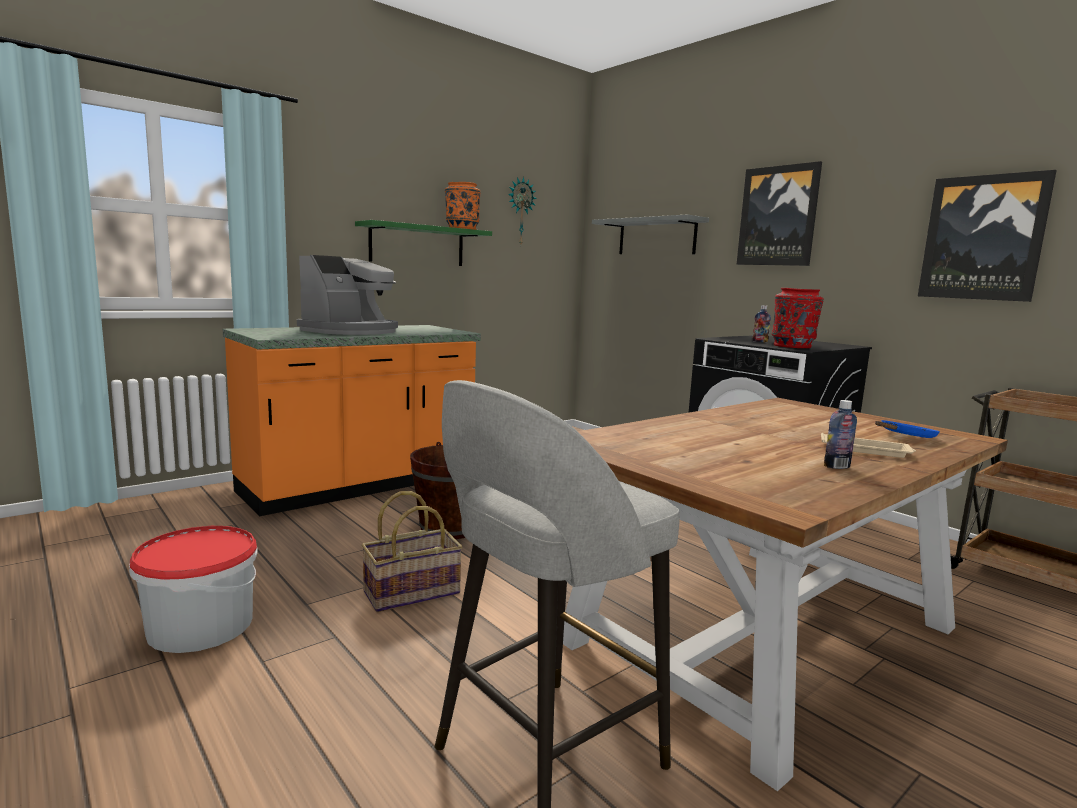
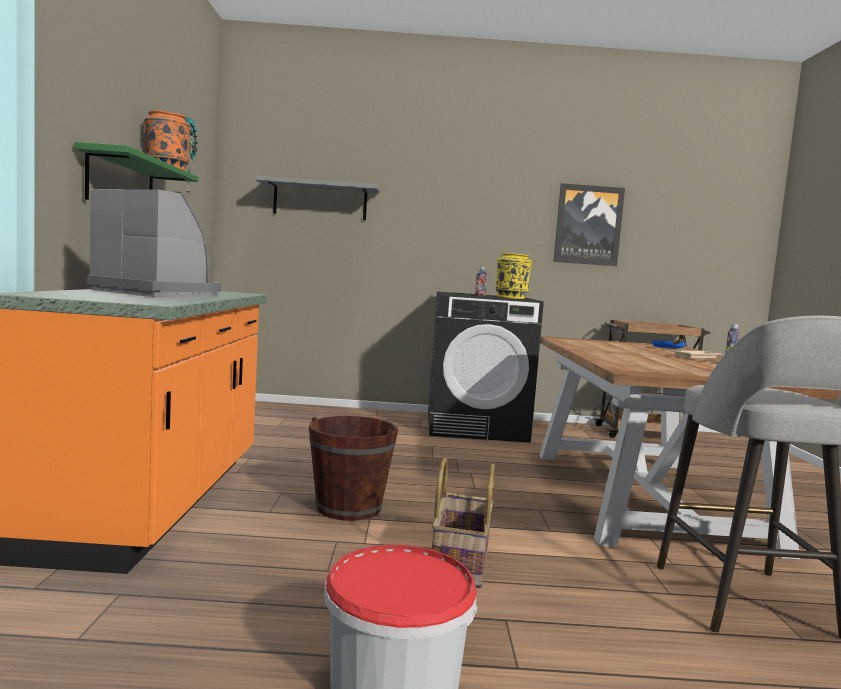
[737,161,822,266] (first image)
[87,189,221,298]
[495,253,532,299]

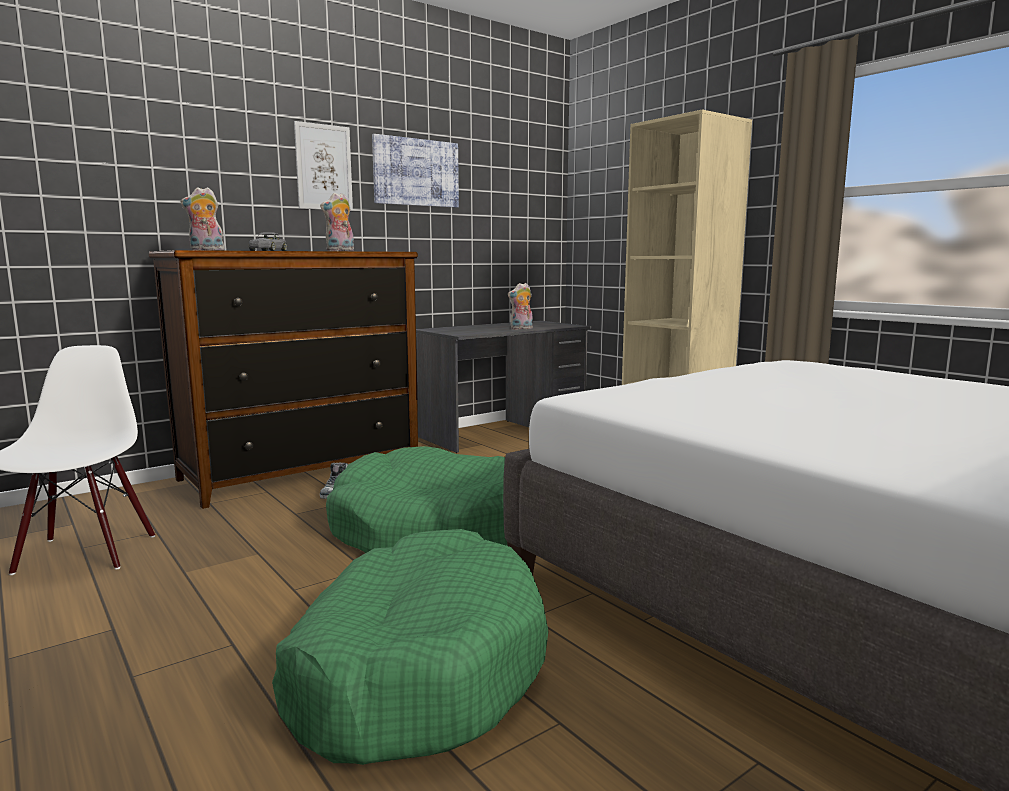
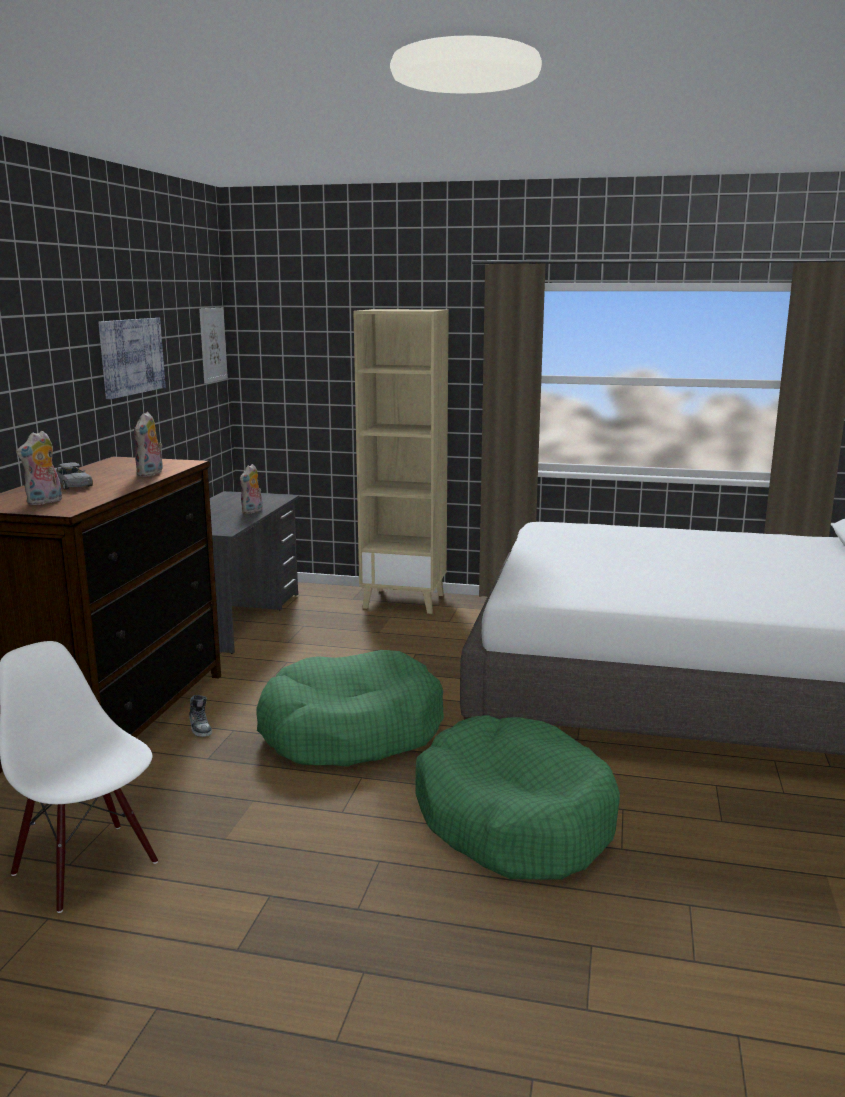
[199,308,228,383]

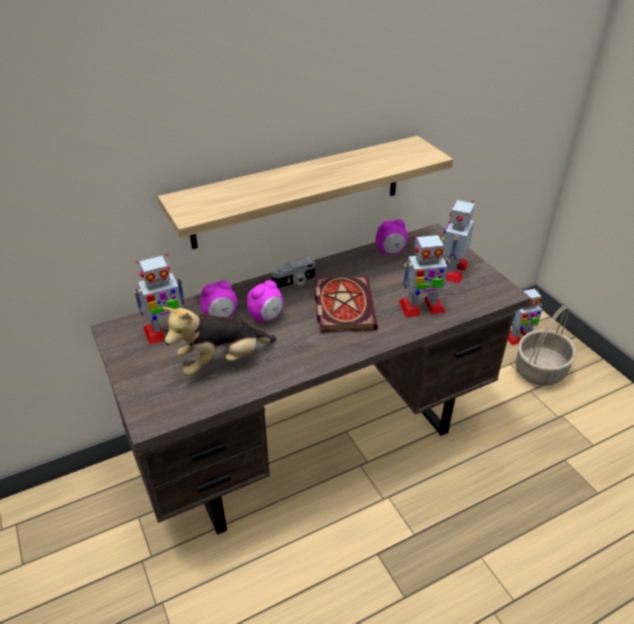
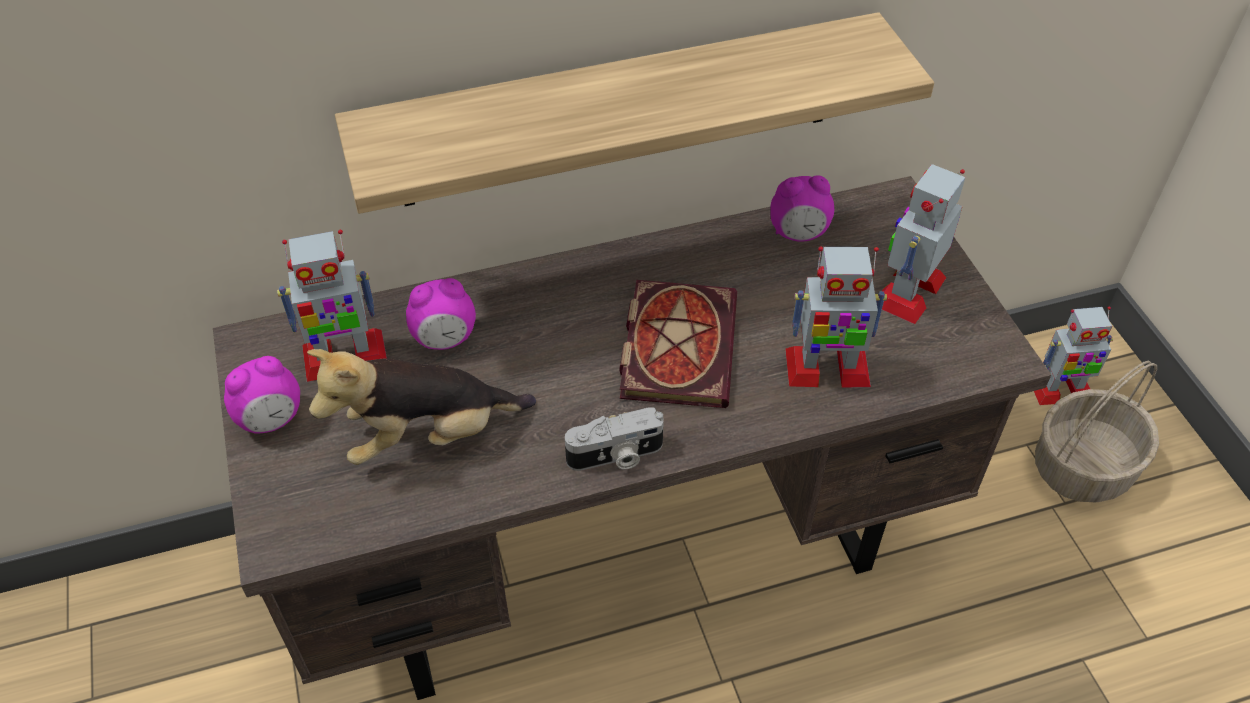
[565,407,664,471]
[224,356,300,434]

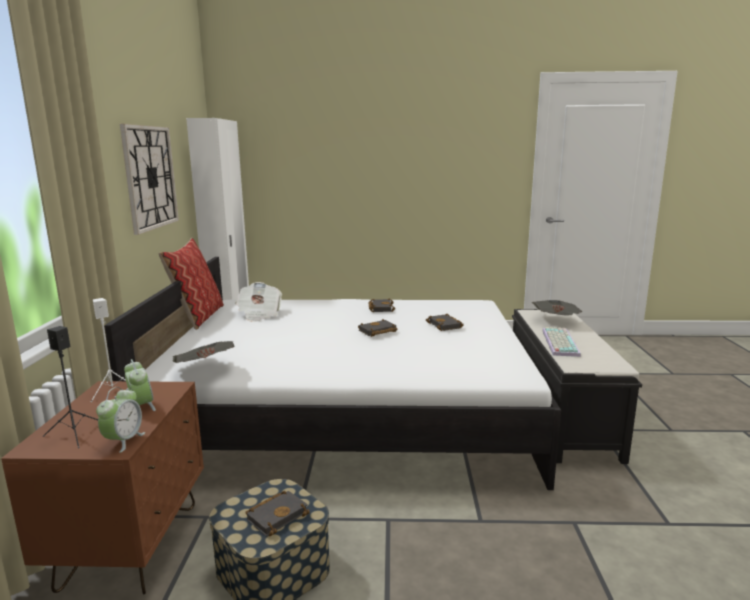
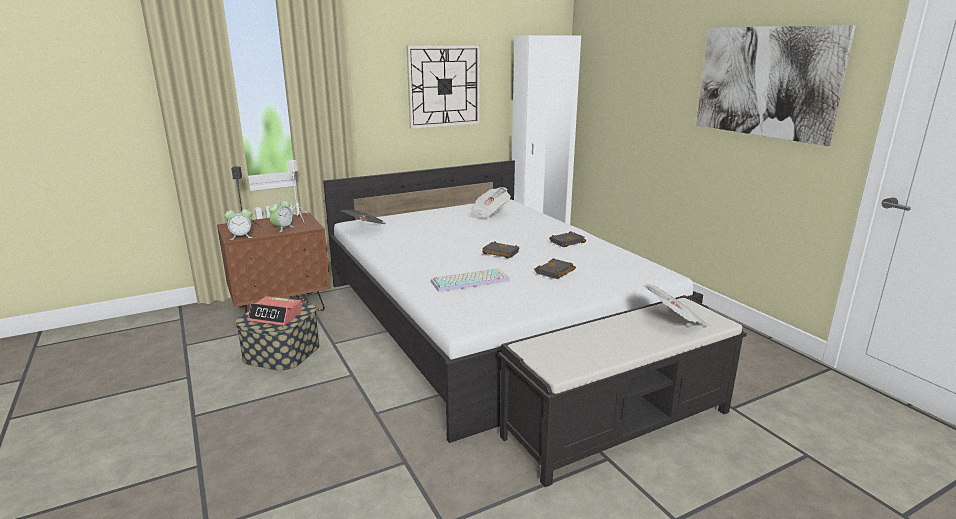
[159,238,224,330] (first image)
[431,268,510,292]
[248,296,302,326]
[696,25,856,146]

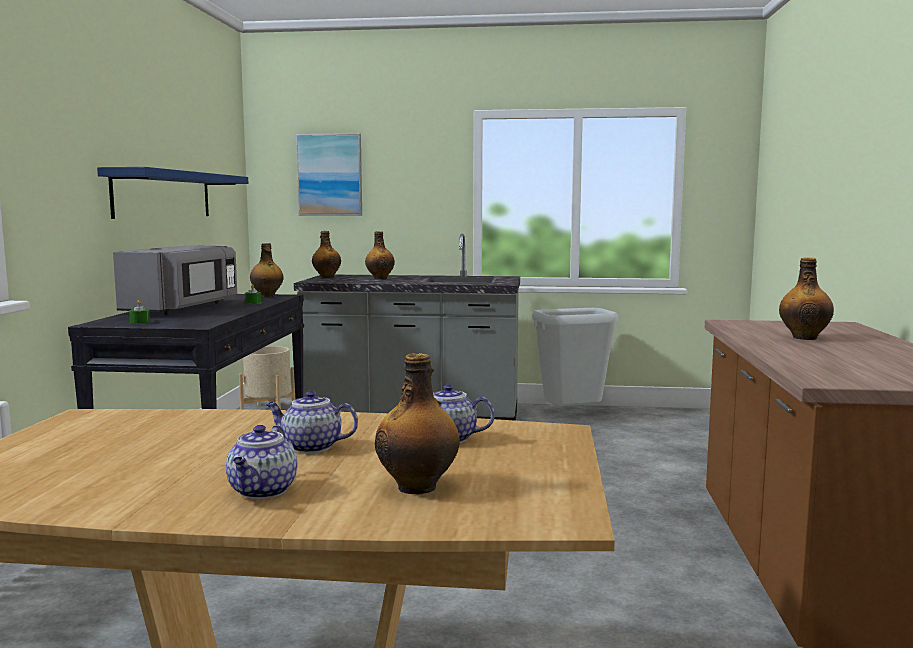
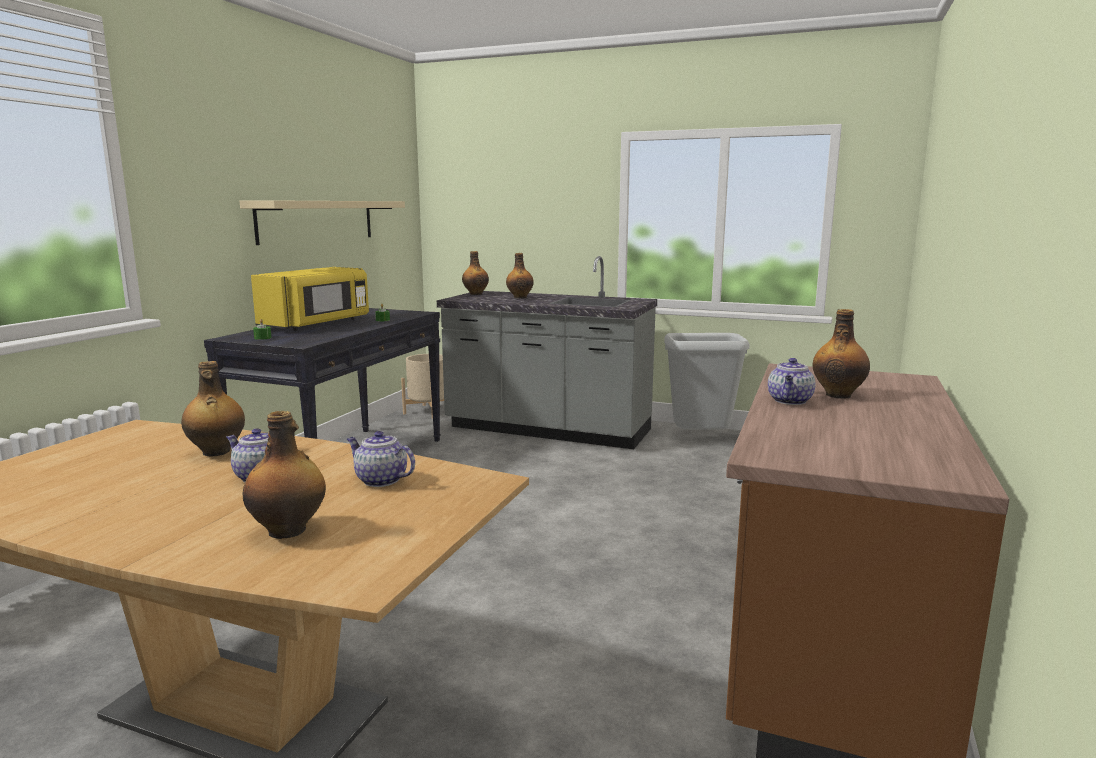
[296,133,362,216] (first image)
[240,200,405,245]
[181,361,245,456]
[251,267,369,331]
[768,358,815,405]

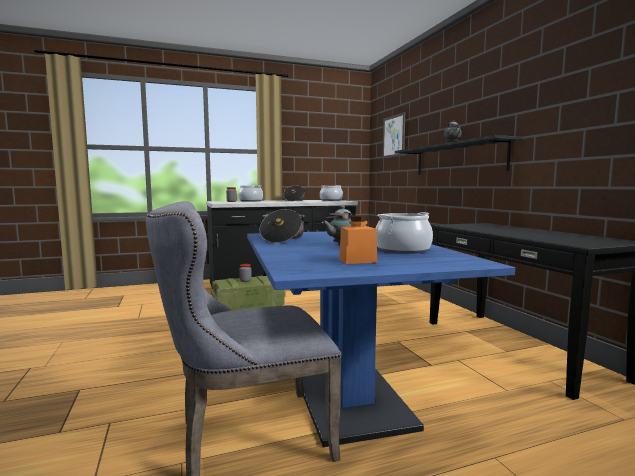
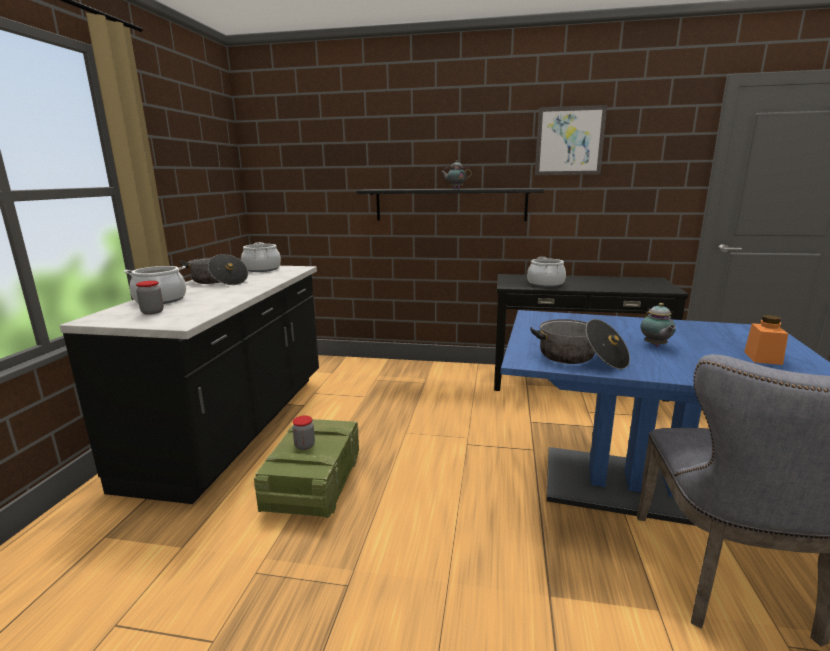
[535,105,607,175]
[527,257,566,287]

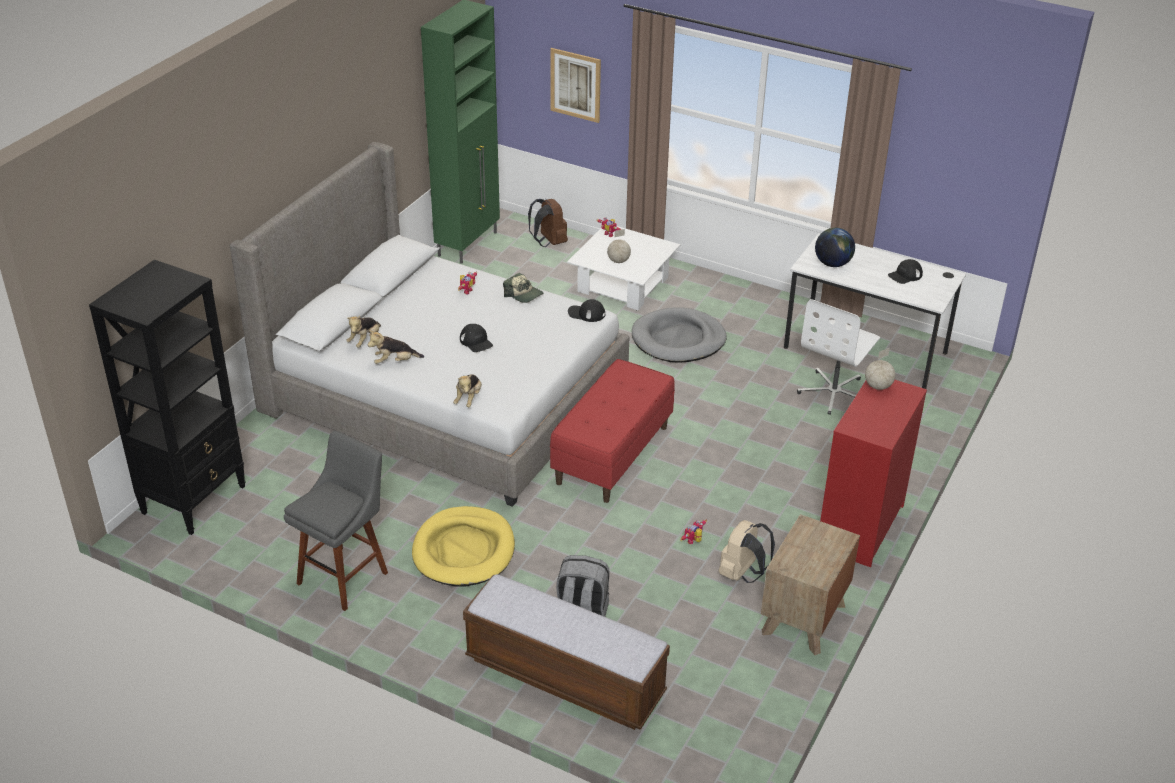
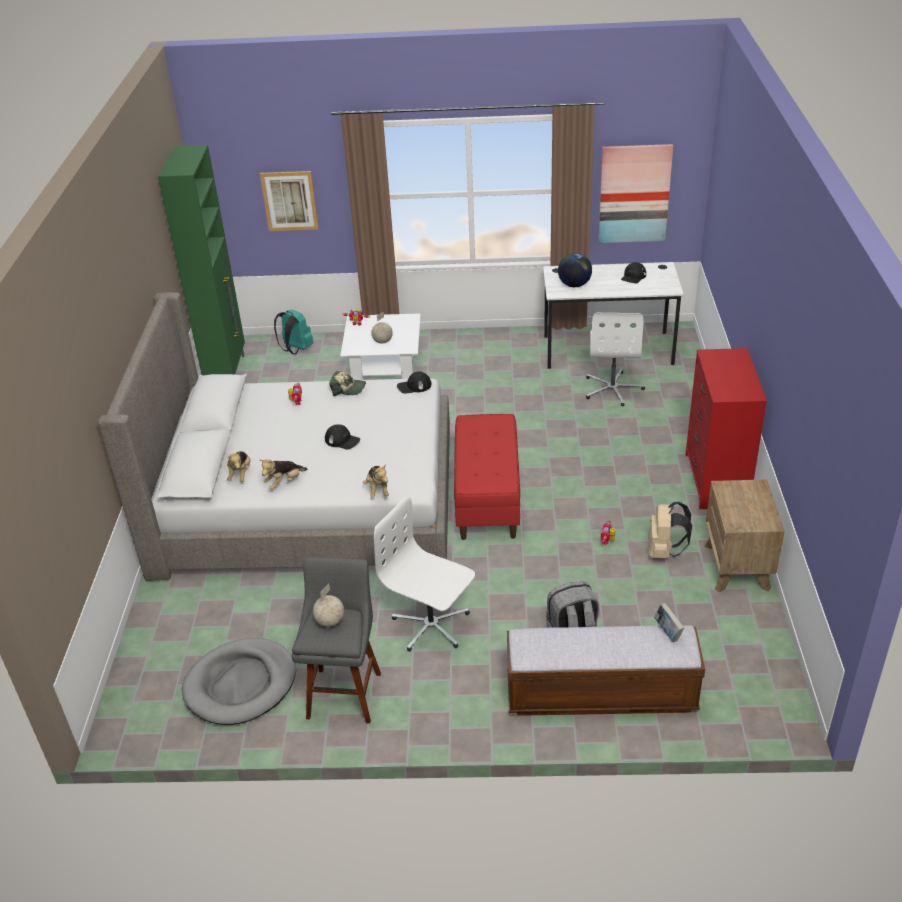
[274,310,314,354]
[89,260,246,535] (first image)
[182,638,296,725]
[313,583,344,627]
[374,497,475,652]
[599,144,673,243]
[654,603,684,642]

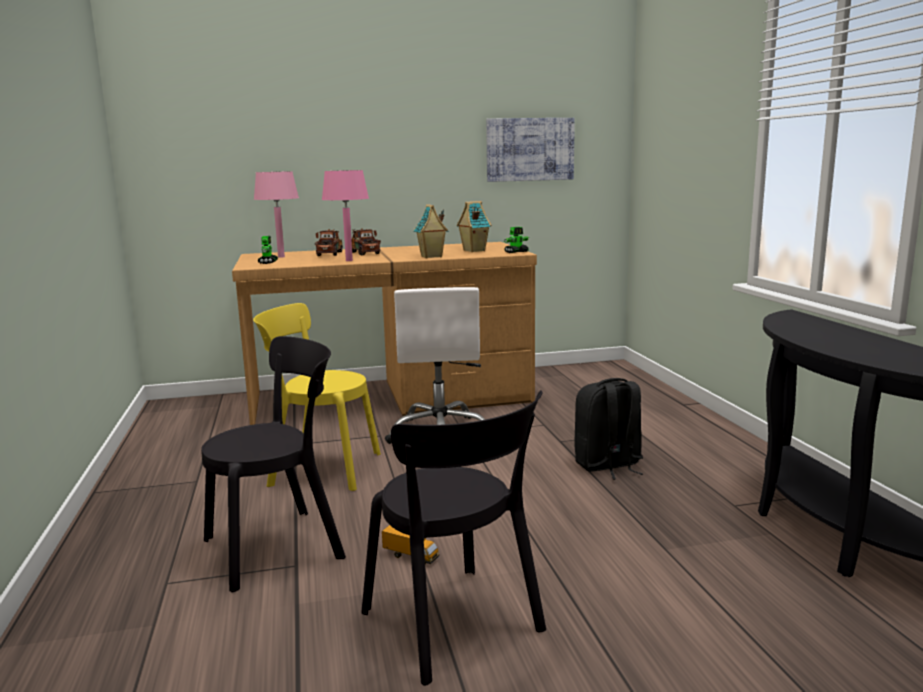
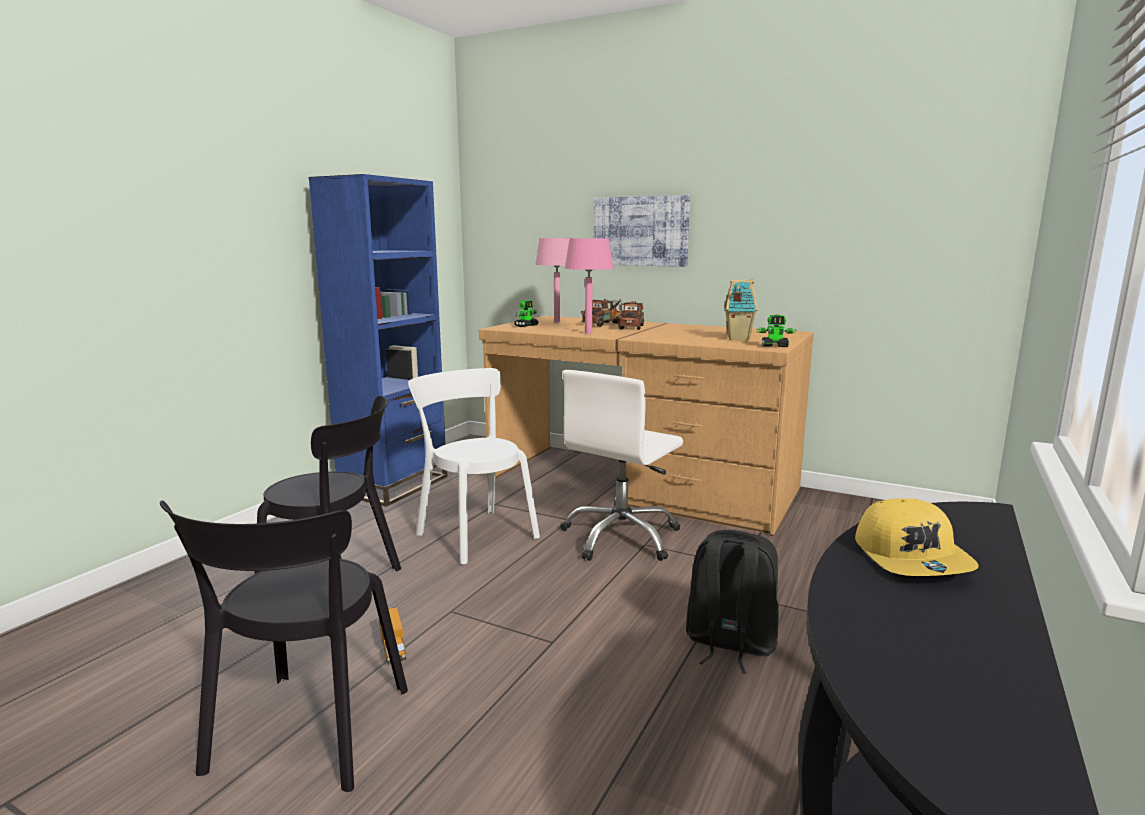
[594,195,690,267]
[414,204,449,258] (first image)
[408,368,540,565]
[308,174,447,507]
[855,498,978,576]

